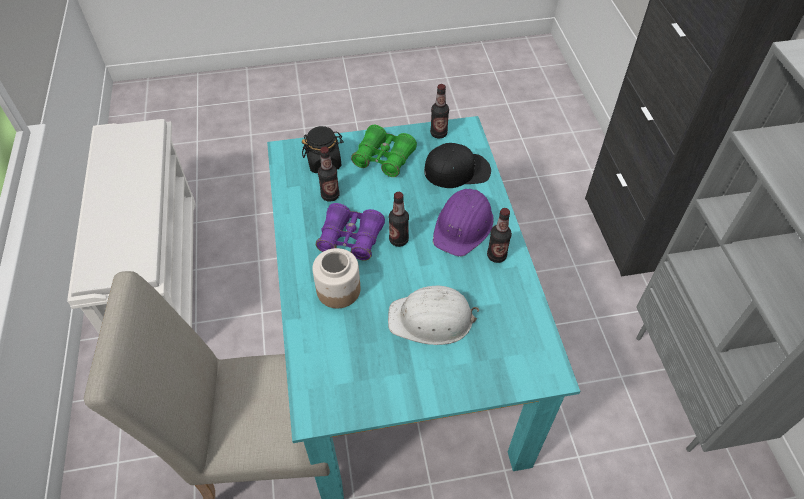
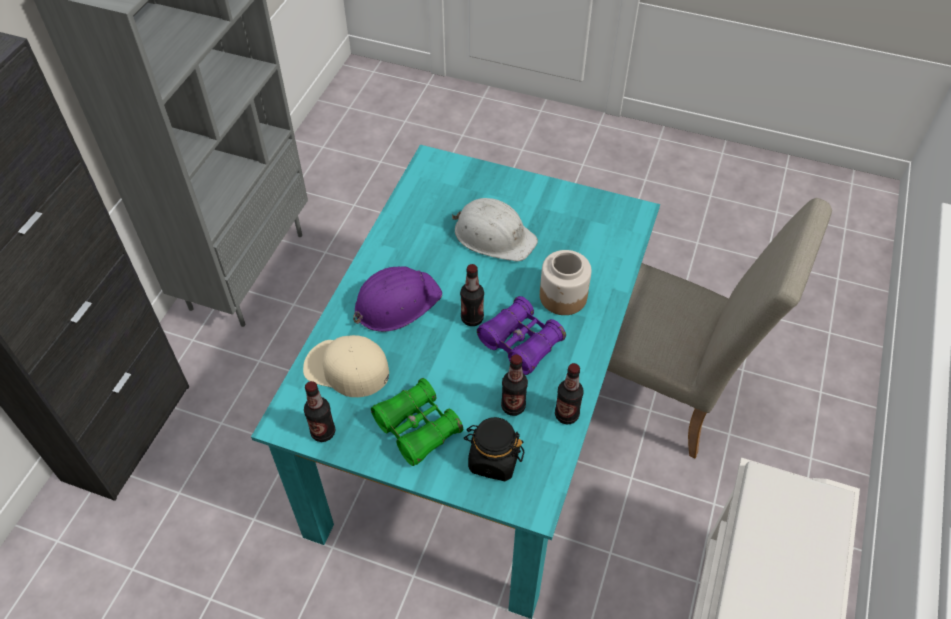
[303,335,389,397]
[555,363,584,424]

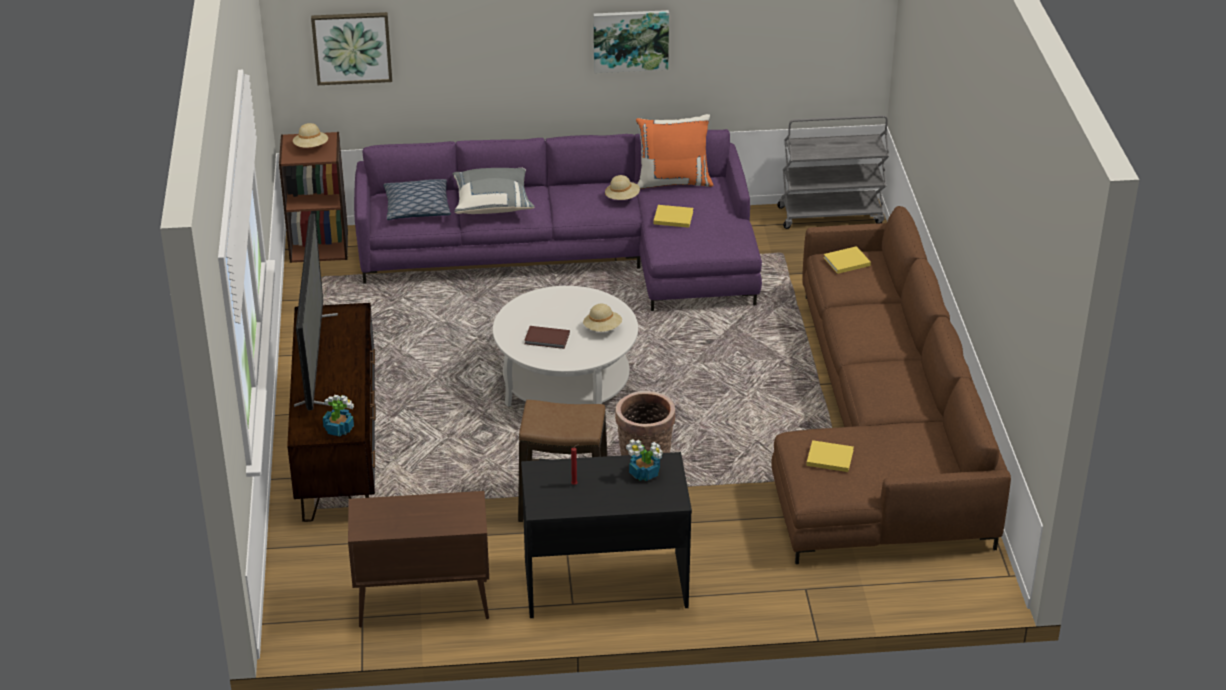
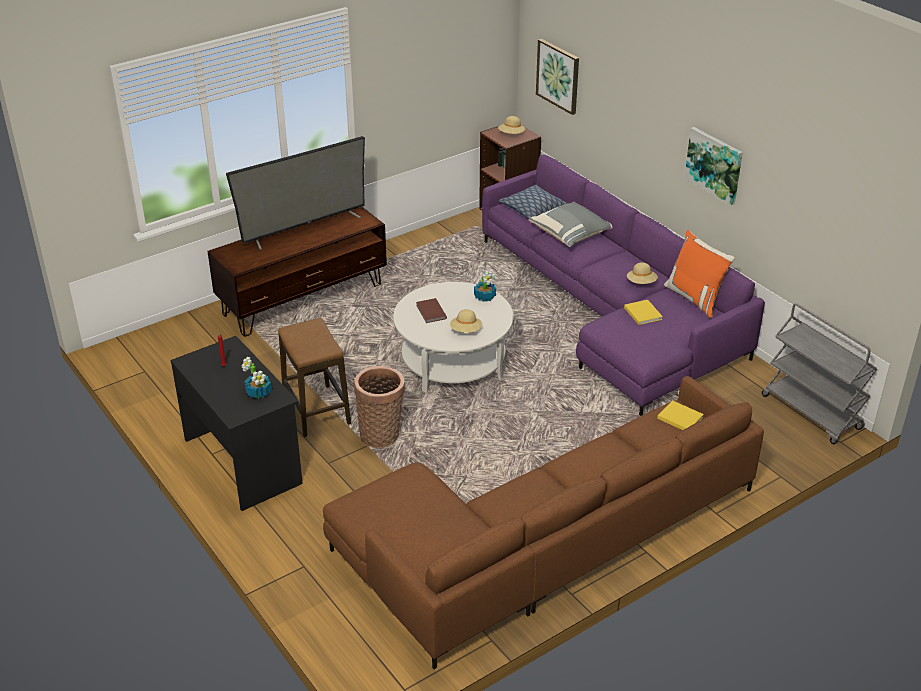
[474,271,496,302]
[806,440,854,472] (first image)
[348,491,489,628] (first image)

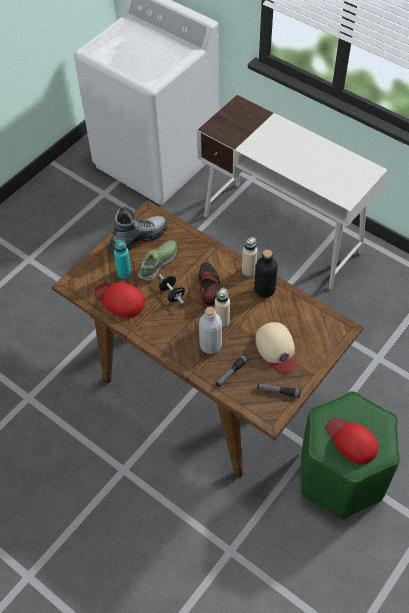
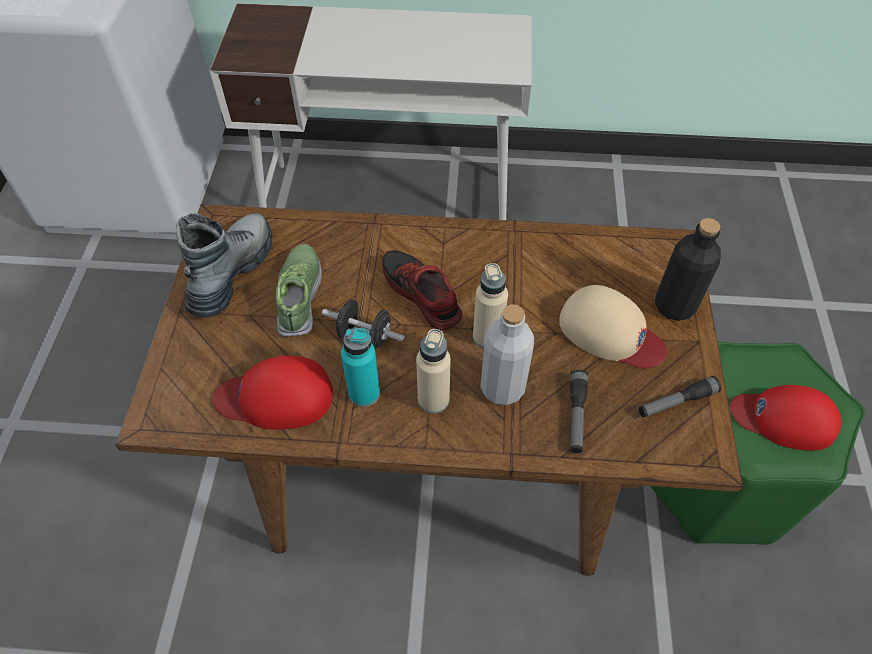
[416,329,451,414]
[341,327,380,407]
[655,218,721,321]

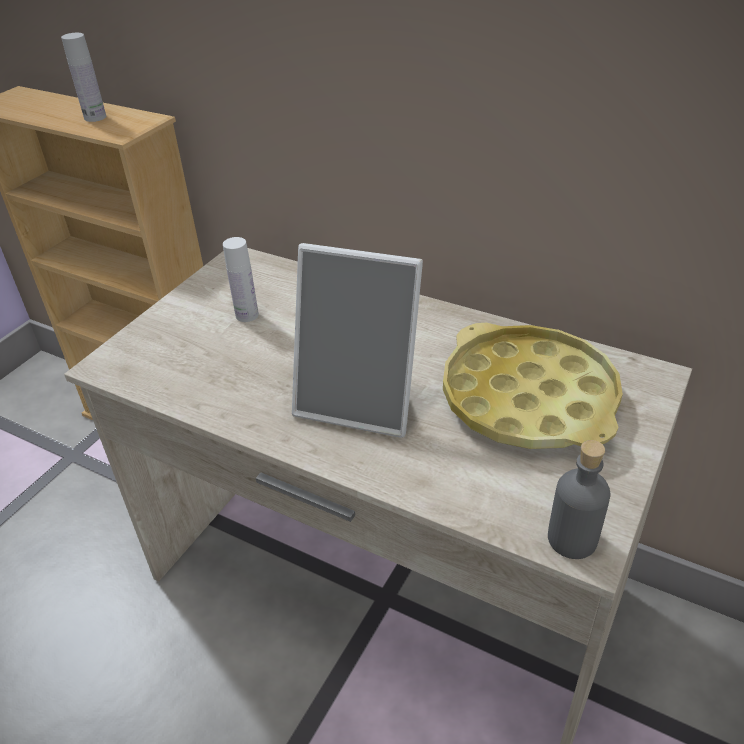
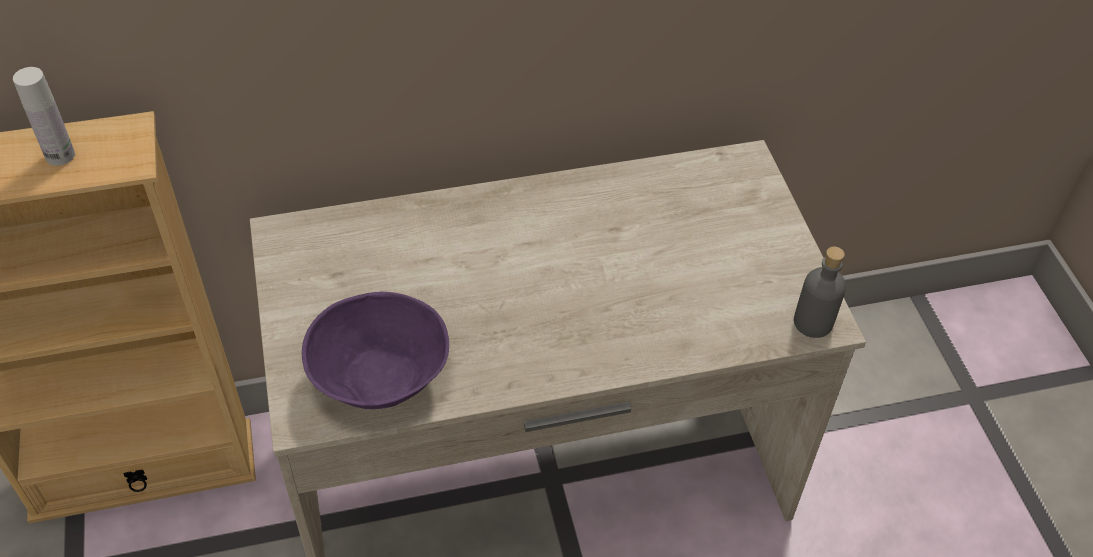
[223,237,259,322] (first image)
[292,243,423,438] (first image)
[443,323,623,449] (first image)
[302,292,449,409]

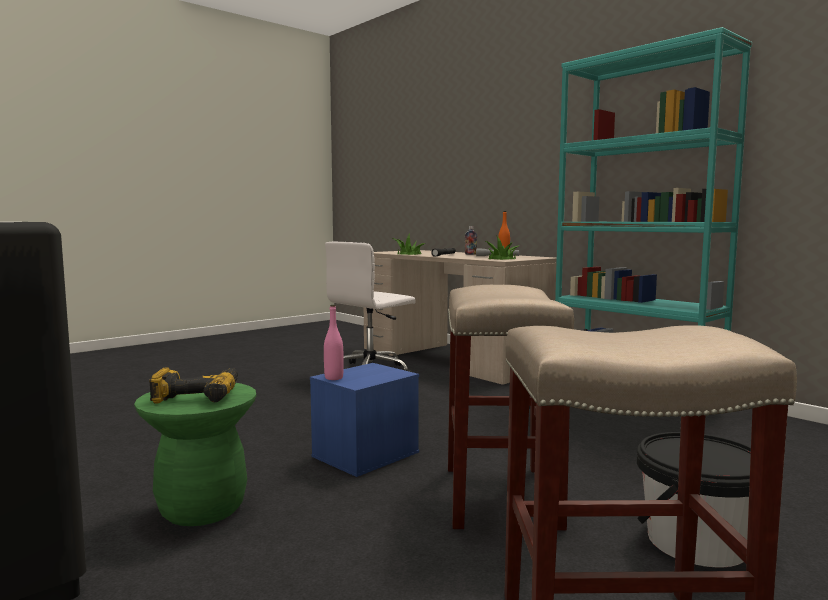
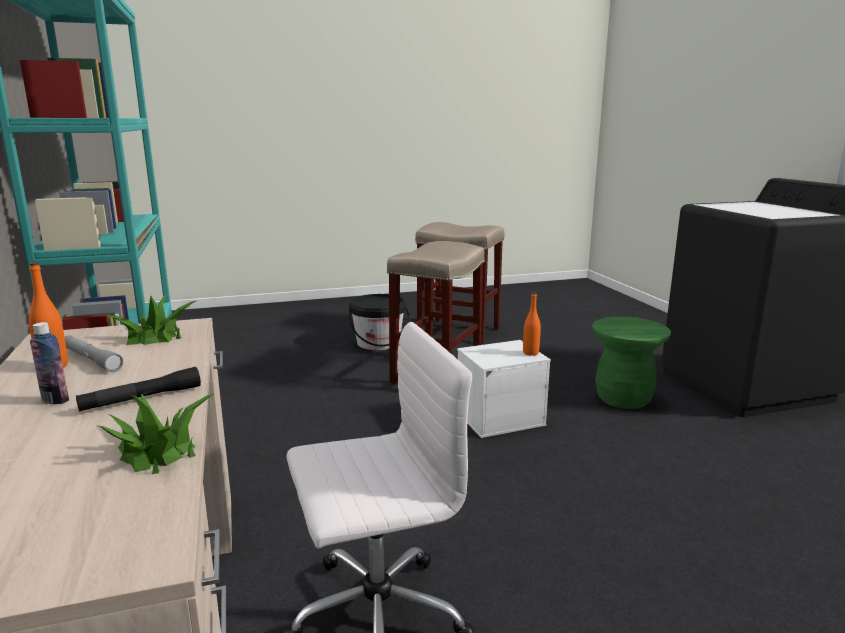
[523,292,541,356]
[457,340,551,438]
[149,368,238,403] (first image)

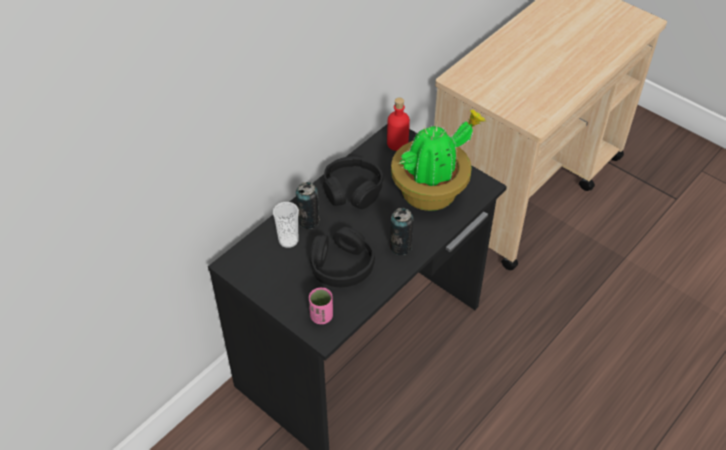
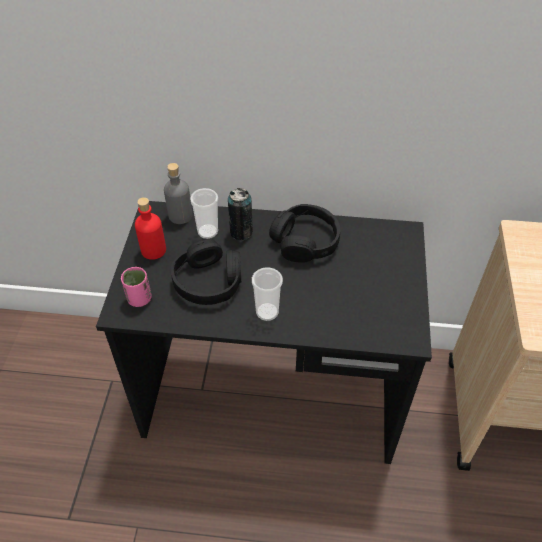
[135,197,166,260]
[391,110,485,211] (first image)
[252,267,283,321]
[164,163,193,224]

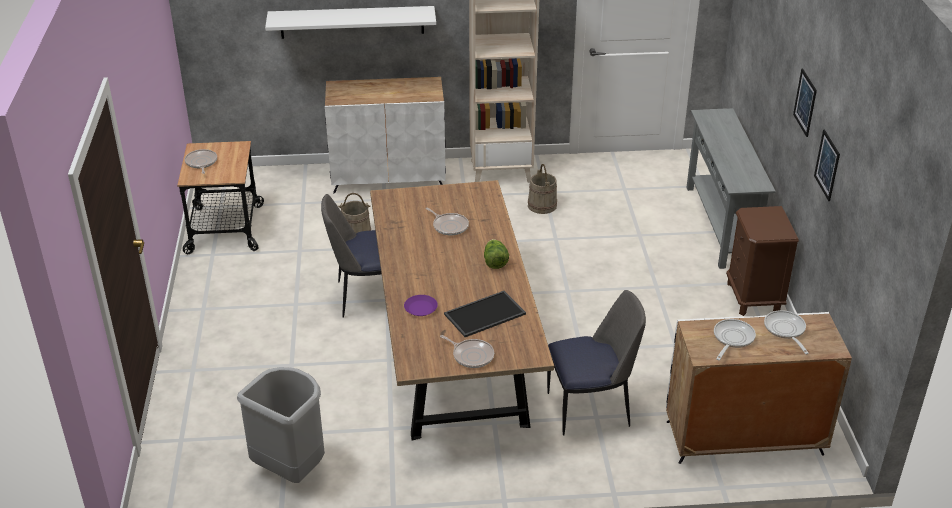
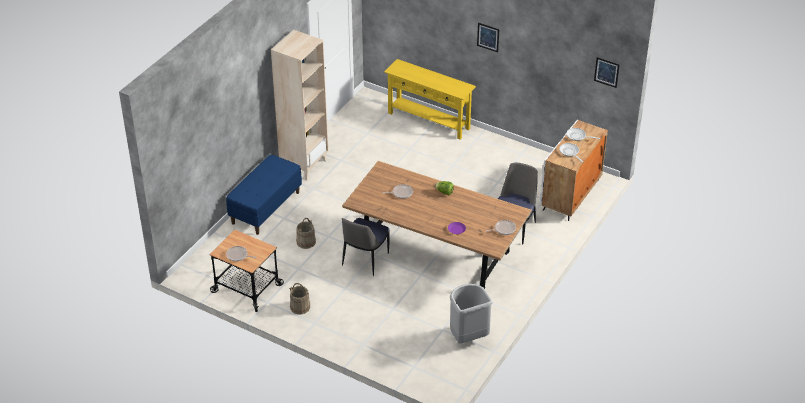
[265,6,436,39] (first image)
[226,154,302,235]
[384,59,476,139]
[594,57,620,88]
[289,283,310,314]
[726,206,799,316] (first image)
[444,291,526,337] (first image)

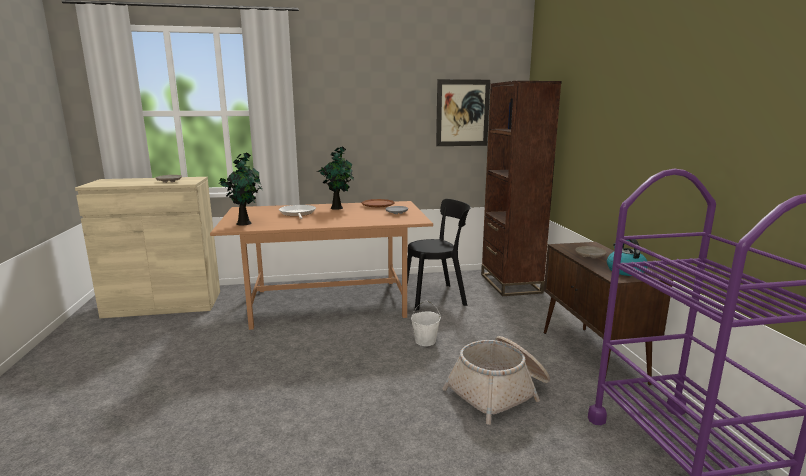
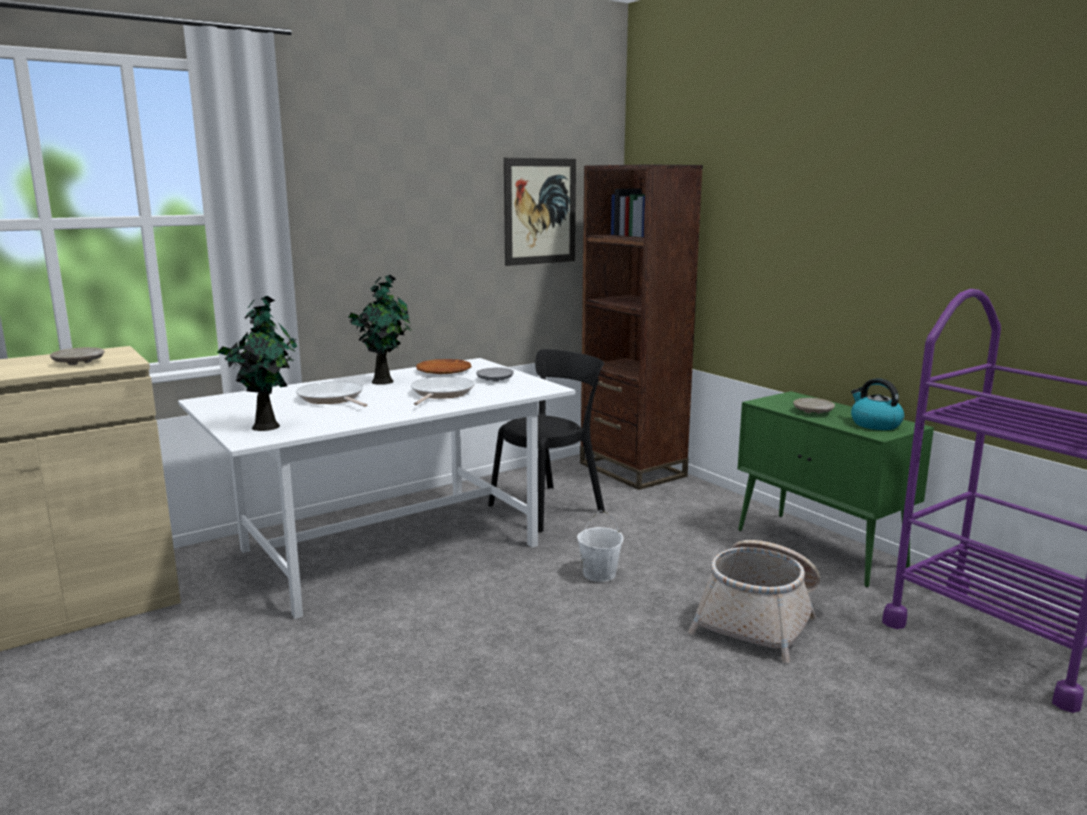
[178,358,575,619]
[738,391,934,588]
[411,377,475,405]

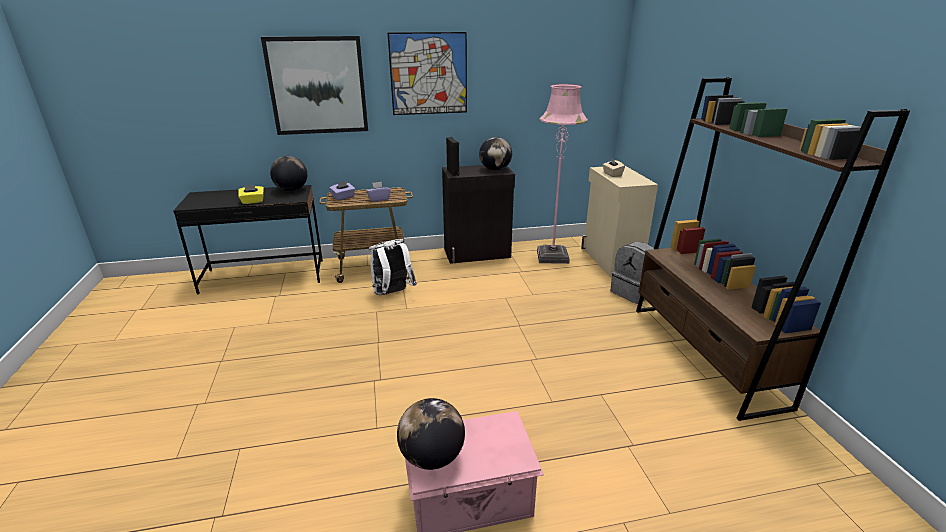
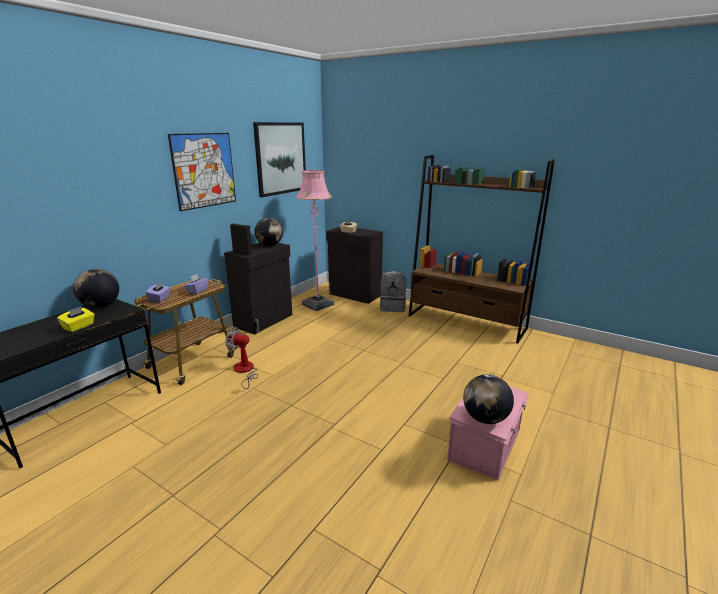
[253,122,306,197]
[326,227,383,304]
[225,327,258,389]

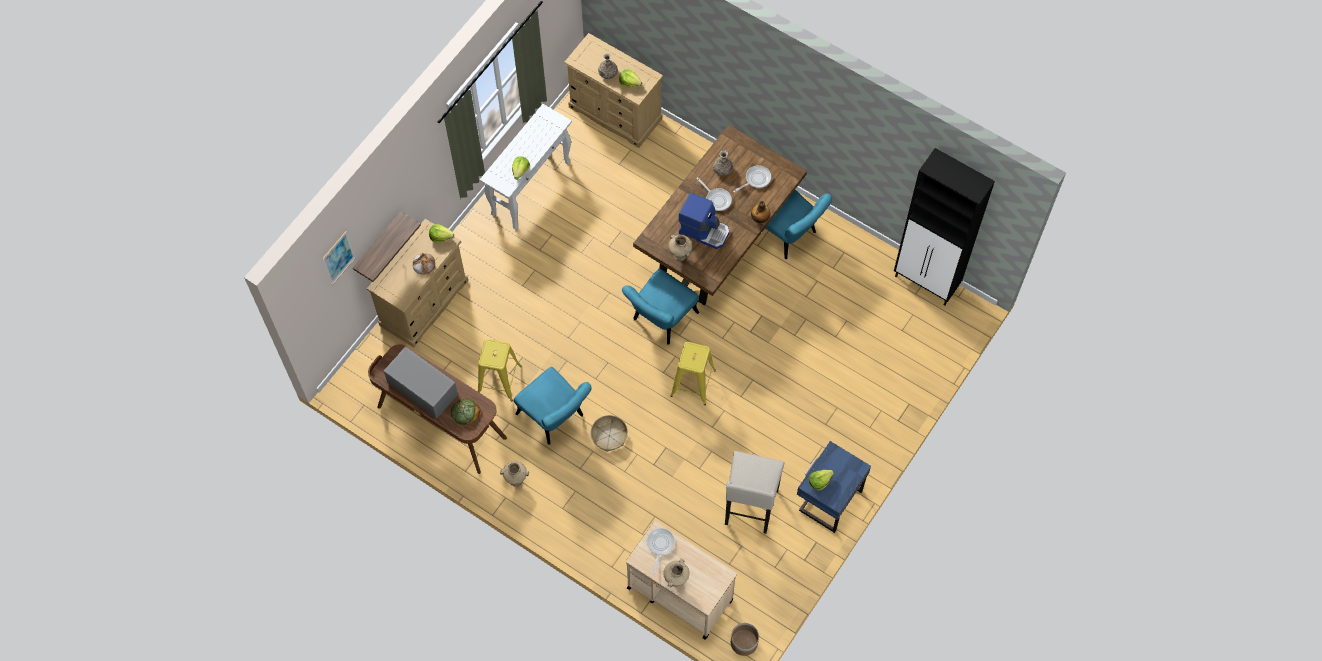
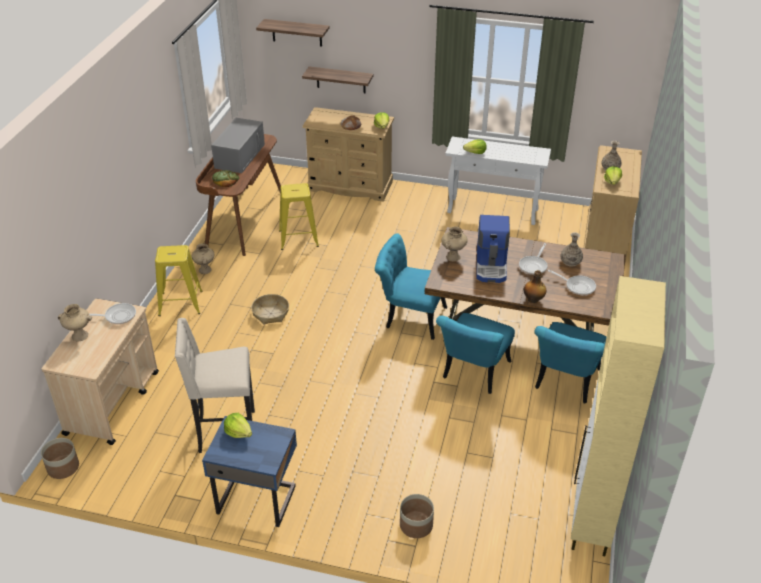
[571,276,666,556]
[256,19,329,47]
[155,245,203,316]
[436,313,515,394]
[400,494,434,538]

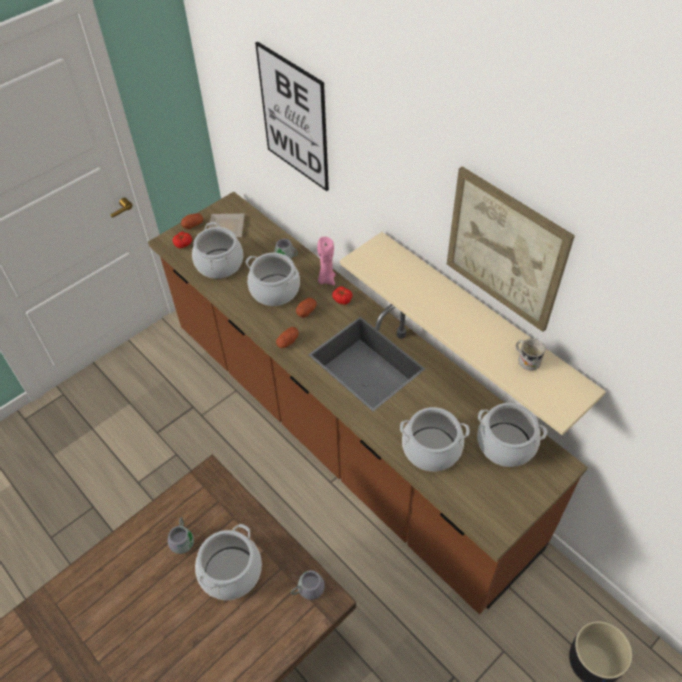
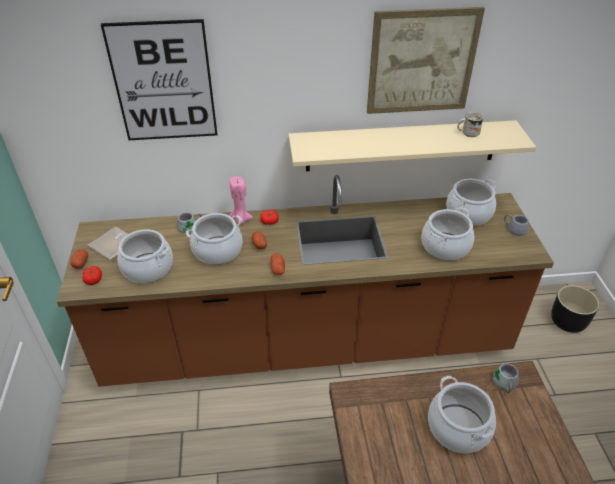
[504,214,529,236]

